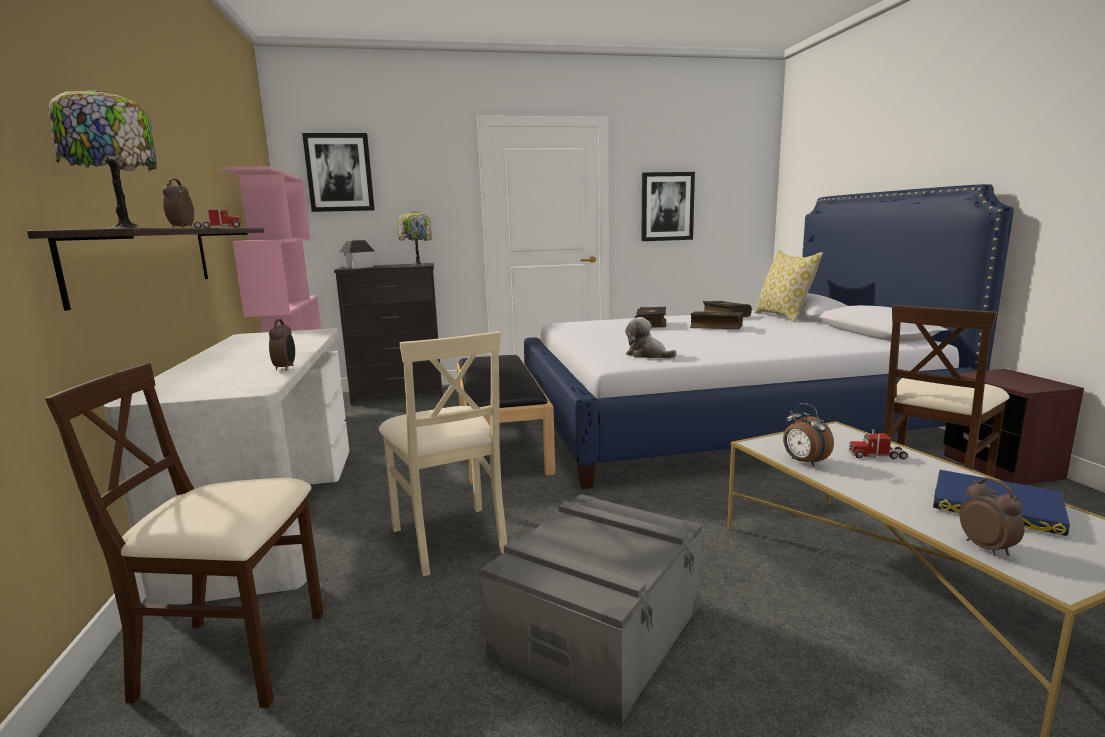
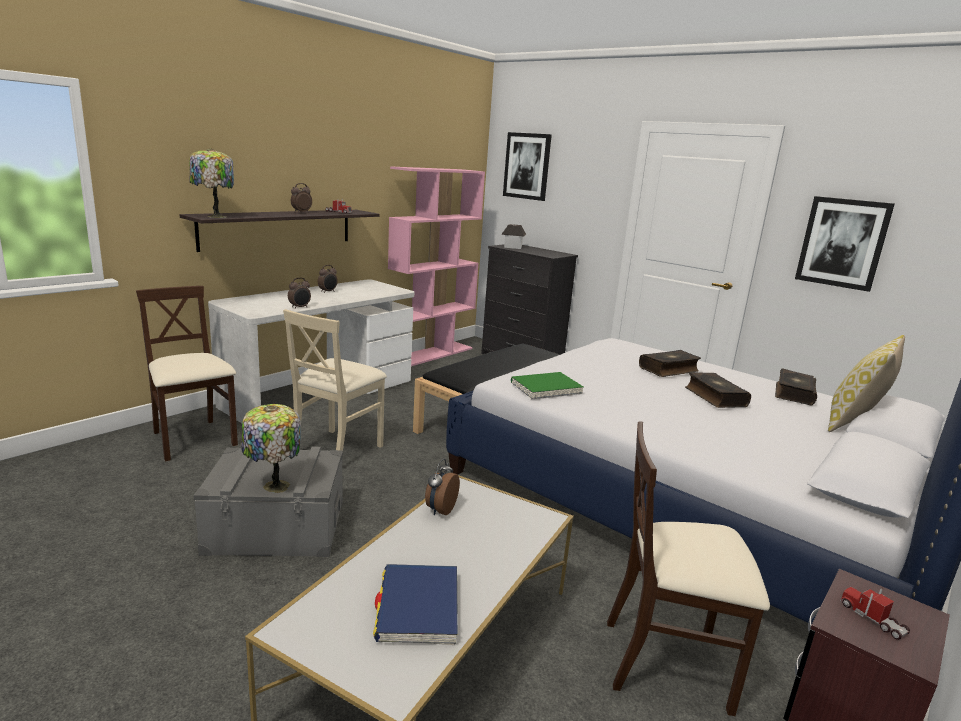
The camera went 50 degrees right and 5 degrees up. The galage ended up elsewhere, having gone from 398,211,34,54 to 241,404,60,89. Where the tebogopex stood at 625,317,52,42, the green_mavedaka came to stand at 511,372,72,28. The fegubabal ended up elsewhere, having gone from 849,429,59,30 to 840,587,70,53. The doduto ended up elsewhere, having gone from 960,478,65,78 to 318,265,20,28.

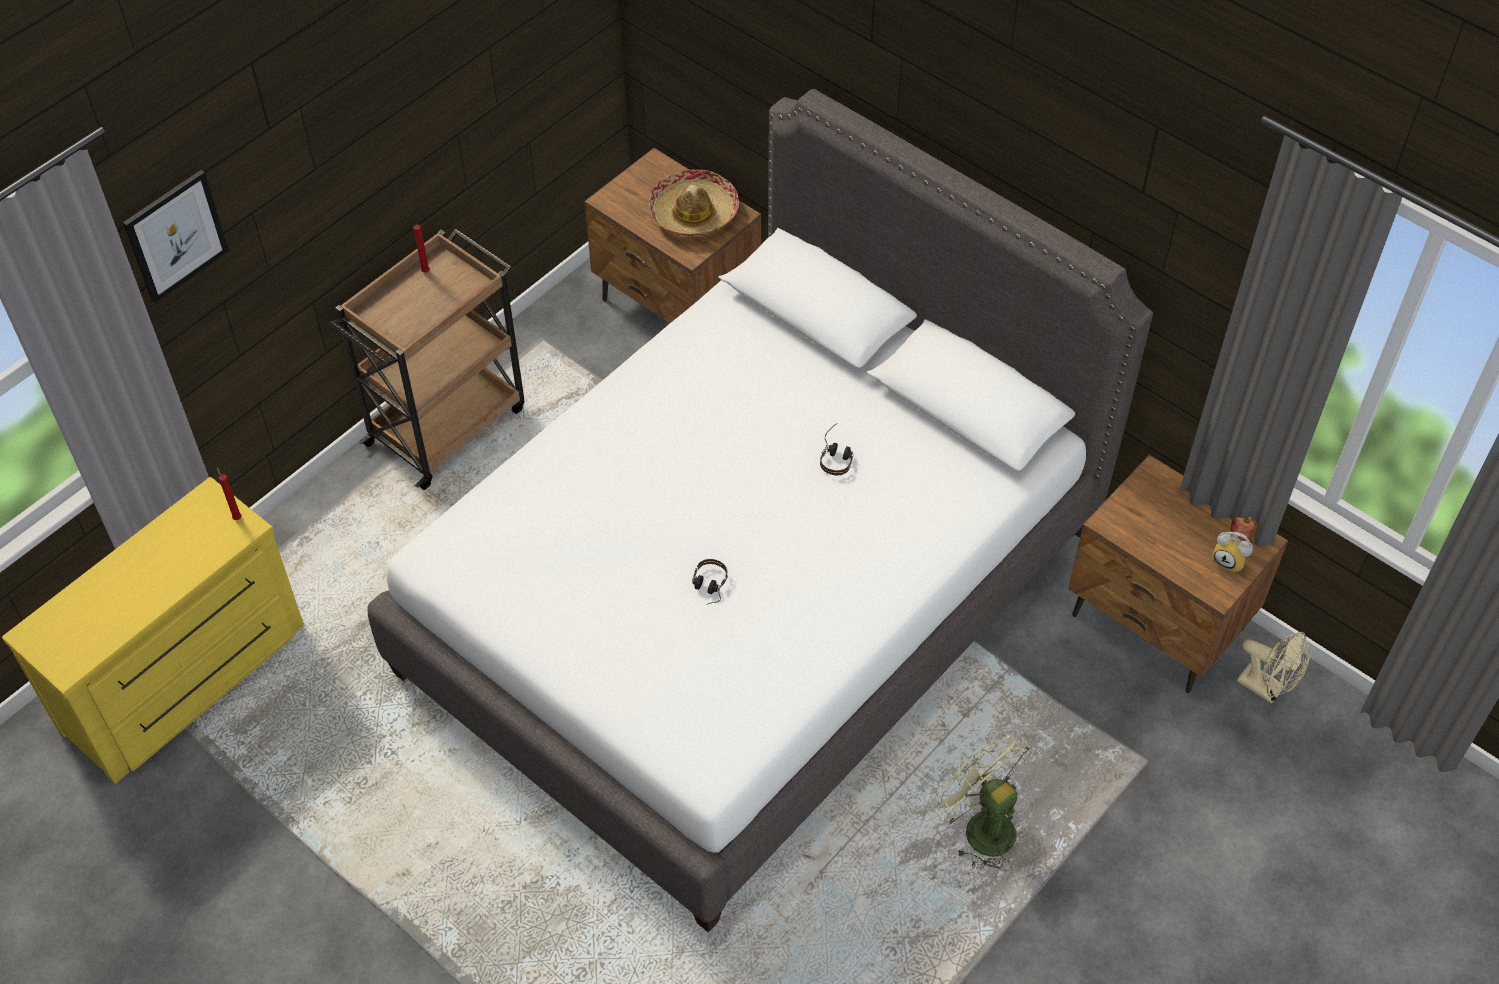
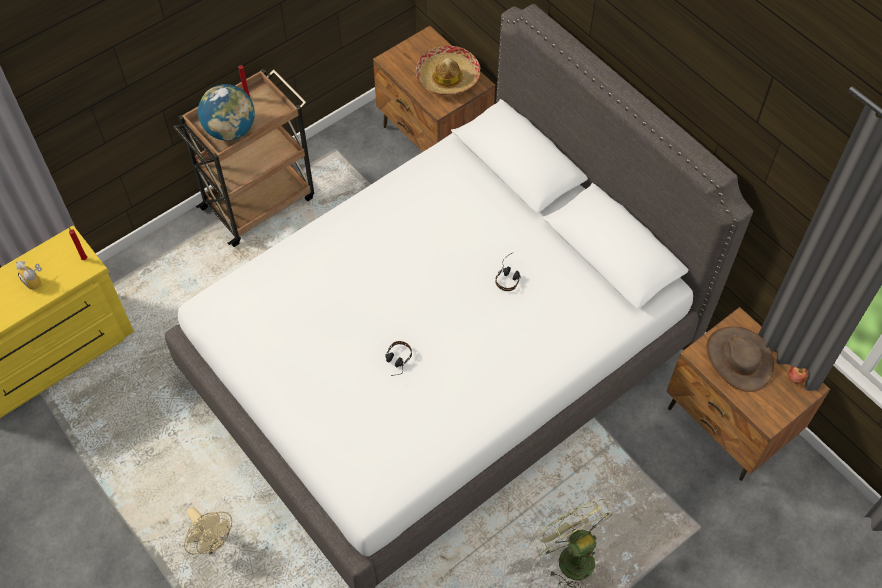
The camera went 10 degrees right and 5 degrees up. The second view lost the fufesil at 123,170,106,133. The doduto ended up elsewhere, having gone from 1212,532,41,40 to 16,261,26,29. The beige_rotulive ended up elsewhere, having gone from 1237,632,73,72 to 184,507,48,48. The second view gained the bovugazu at 198,84,57,57. The second view gained the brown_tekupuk at 707,326,67,66.

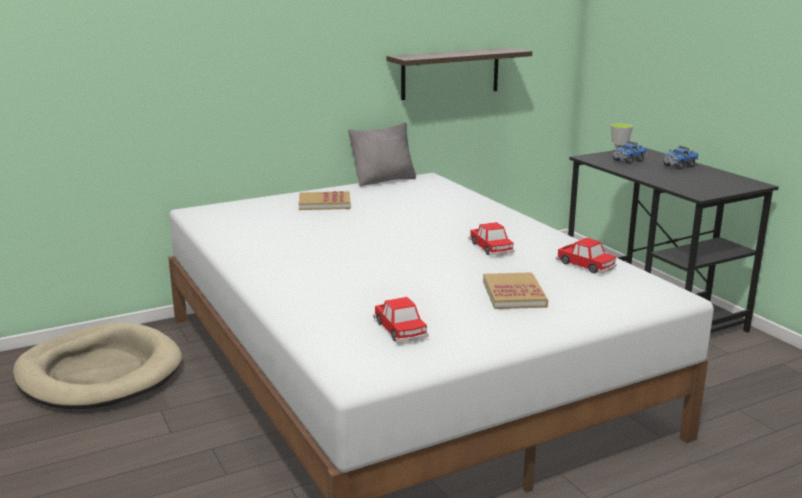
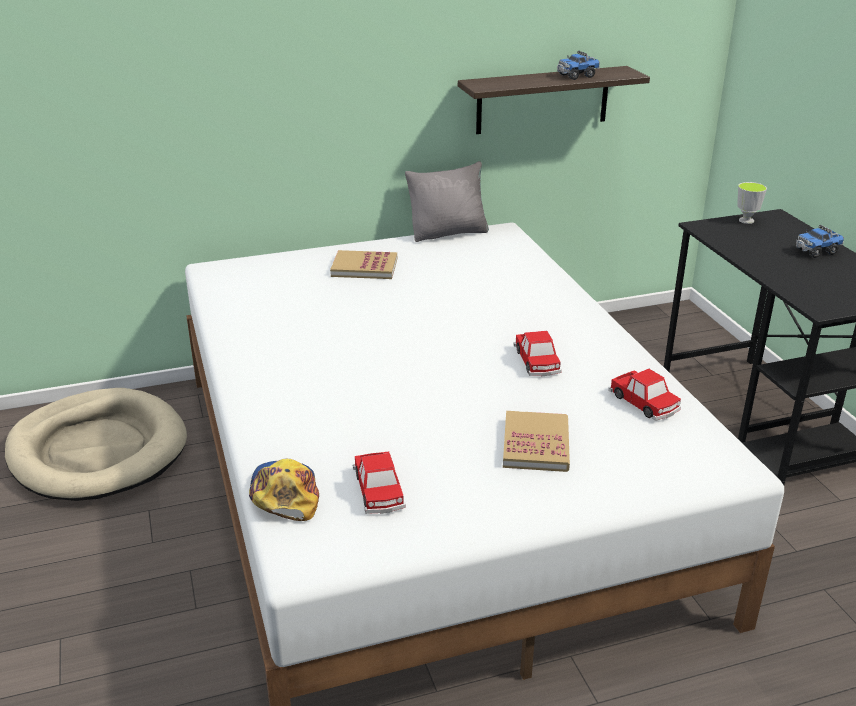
The camera went 10 degrees right and 10 degrees up. The fegubabal ended up elsewhere, having gone from 613,141,34,23 to 557,51,43,29. The second view gained the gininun at 249,458,70,63.

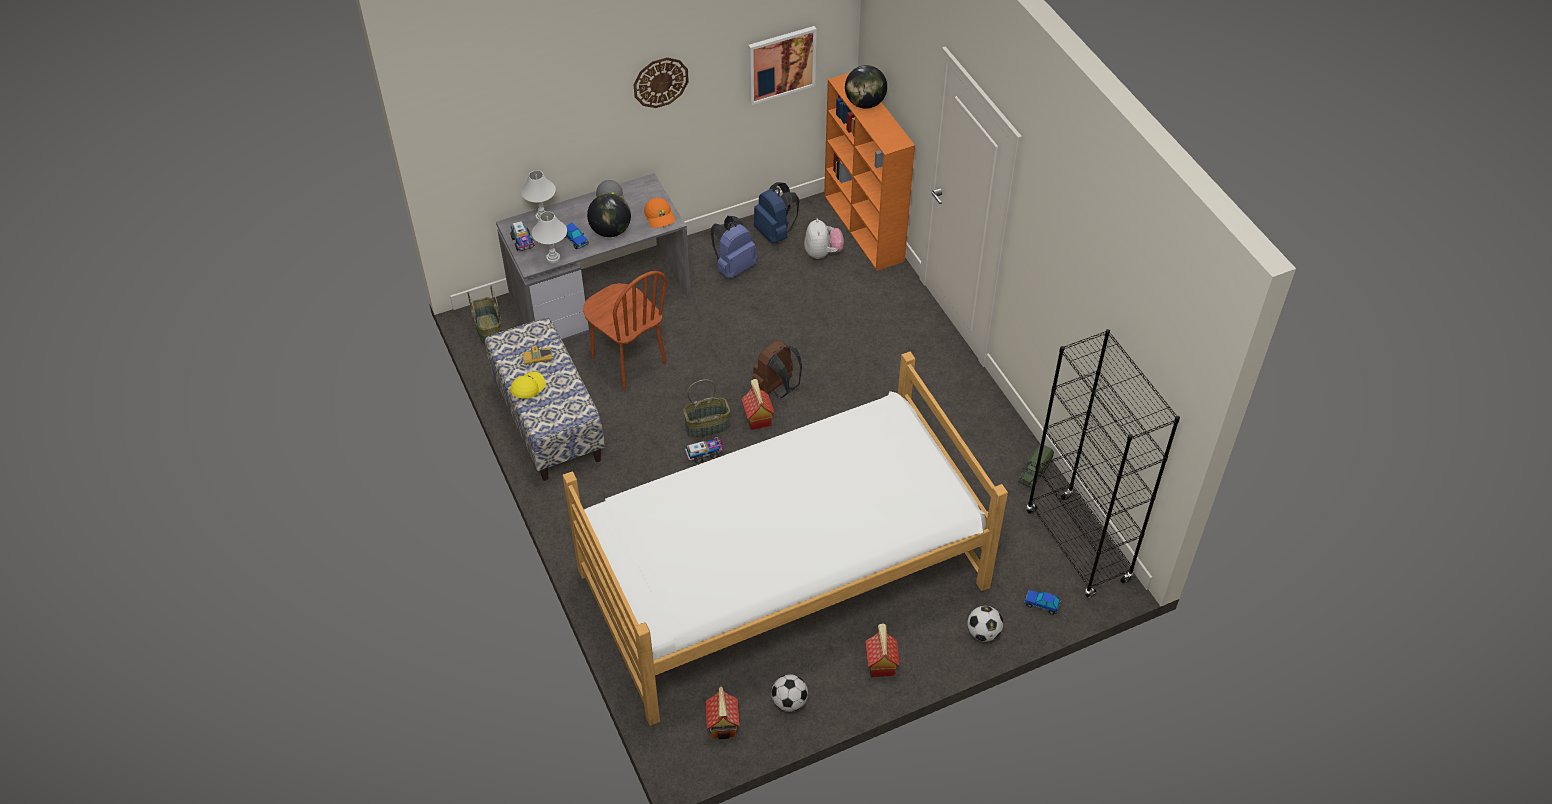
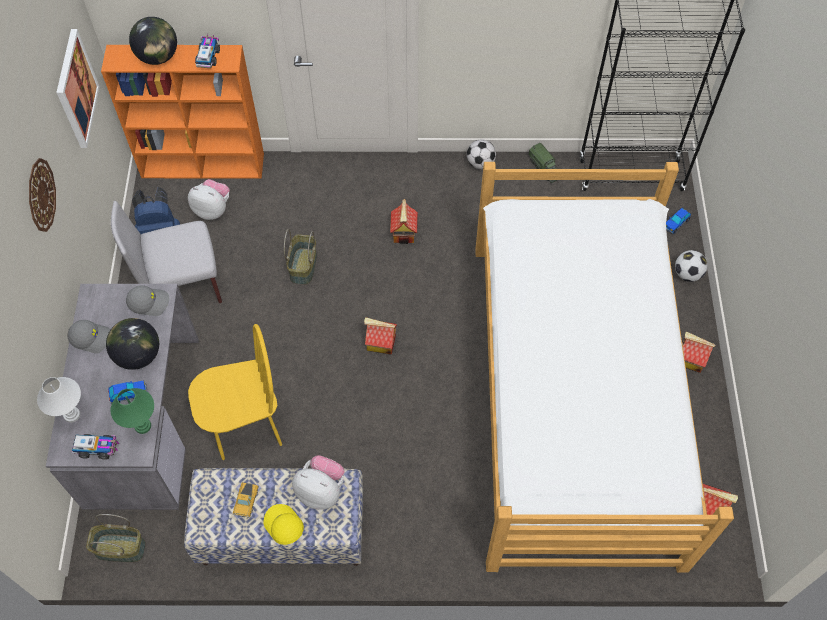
The camera went 65 degrees left and 10 degrees up. What was the orange_gininun at 644,198,32,30 turned into the grey_gininun at 126,285,43,31. What was the white_galage at 532,211,35,52 turned into the green_galage at 111,388,43,46. Where the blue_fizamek stood at 711,216,47,63, the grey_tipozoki came to stand at 111,201,111,102. What was the brown_tipozoki at 583,271,84,119 turned into the yellow_tipozoki at 188,324,94,136. The second view lost the brown_fizamek at 752,340,50,58. The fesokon ended up elsewhere, having gone from 683,379,47,59 to 284,229,33,56. The fegubabal ended up elsewhere, having gone from 685,437,39,27 to 195,34,25,34. The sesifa ended up elsewhere, having gone from 771,674,37,38 to 467,139,29,30. The second view gained the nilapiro at 390,199,28,45. The second view gained the tebogopex at 292,455,53,55.

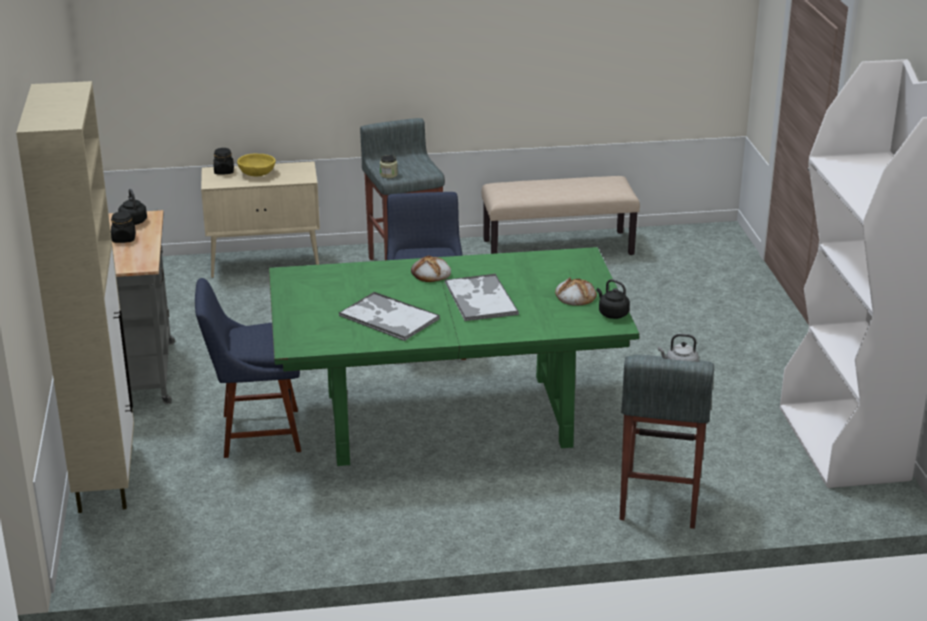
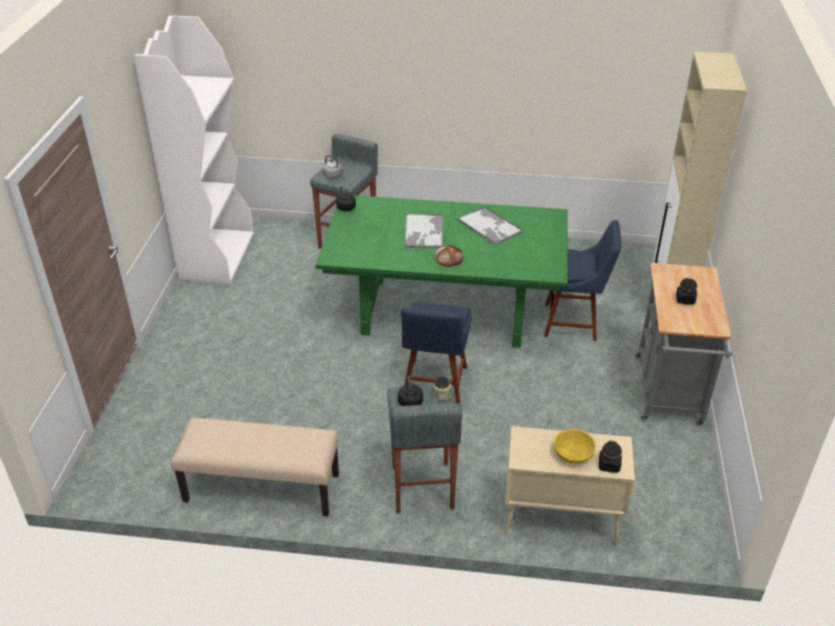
The camera went 165 degrees left and 10 degrees up. The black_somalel ended up elsewhere, having gone from 118,189,29,36 to 398,376,25,30. The second view lost the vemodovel at 555,277,42,29.

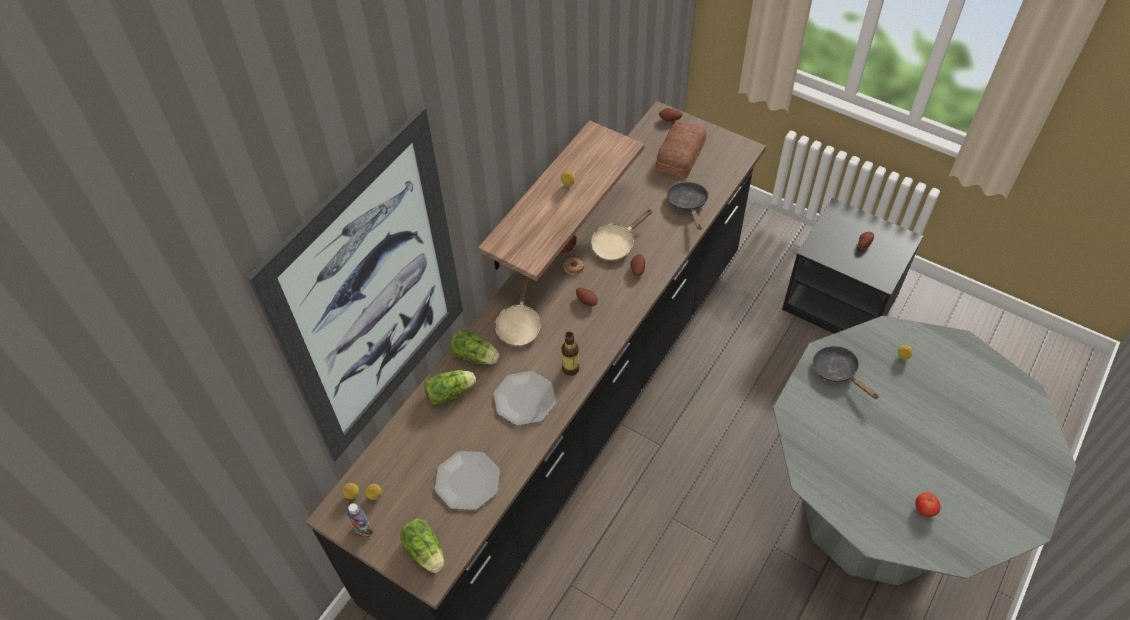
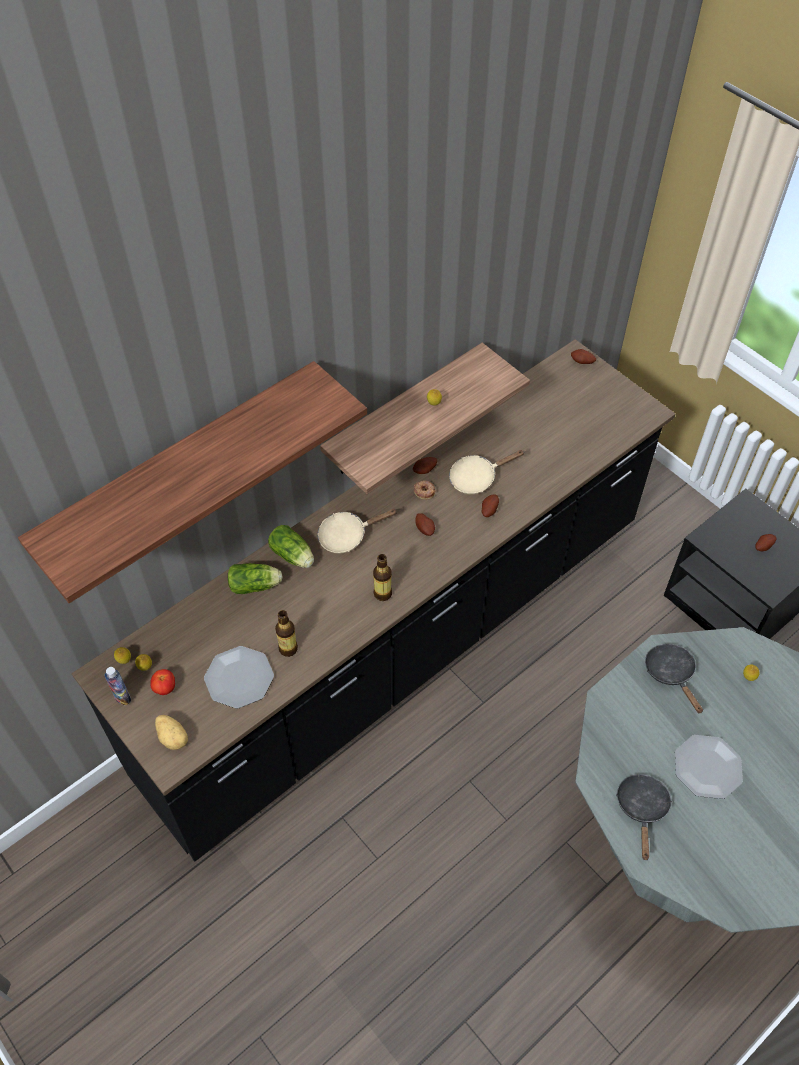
The camera went 15 degrees right and 0 degrees up. Where the fufesil hung at 247,106,216,355, the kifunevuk came to hang at 18,361,349,242. The second view lost the vemodovel at 655,121,52,57. The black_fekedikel ended up elsewhere, having gone from 666,182,42,48 to 616,774,56,87. The beige_fekedikel at 495,276,46,70 ended up facing another way, 45 degrees clockwise from before. The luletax ended up elsewhere, having gone from 494,371,62,55 to 675,735,68,64. The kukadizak ended up elsewhere, having gone from 915,492,25,25 to 150,669,25,26. Where the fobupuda stood at 400,519,44,54, the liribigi came to stand at 155,715,33,35. The second view gained the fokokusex at 275,610,23,47.

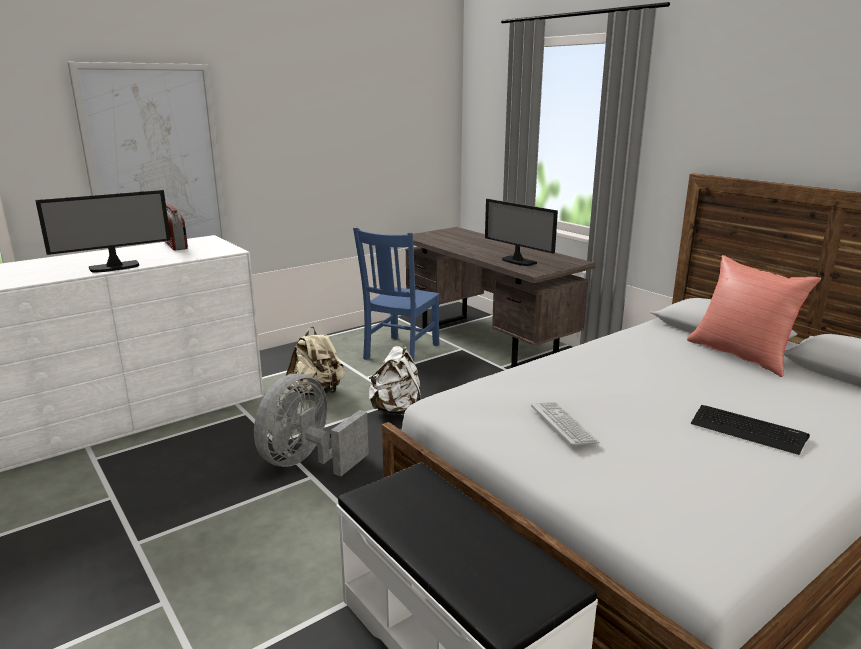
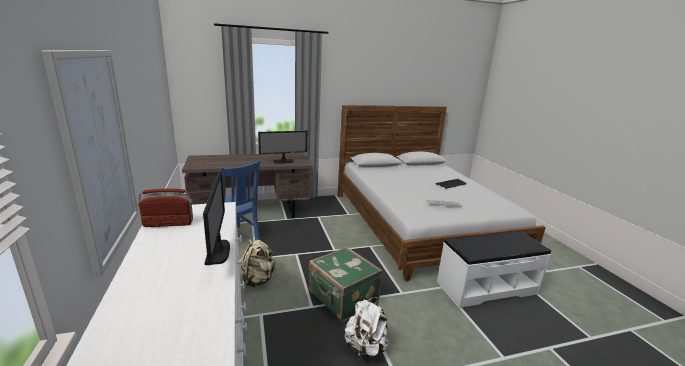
The camera went 70 degrees left and 0 degrees up. The second view lost the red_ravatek at 687,255,134,122. The white_fizamek ended up elsewhere, having gone from 369,346,52,70 to 344,297,44,64. Where the grey_rotulive stood at 254,374,115,102, the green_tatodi came to stand at 309,247,73,74.

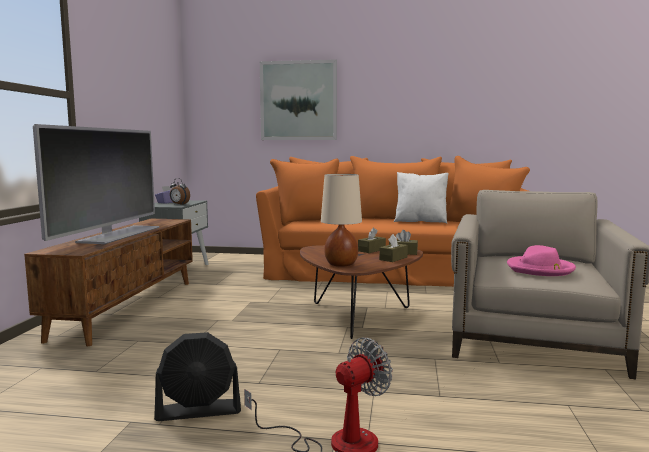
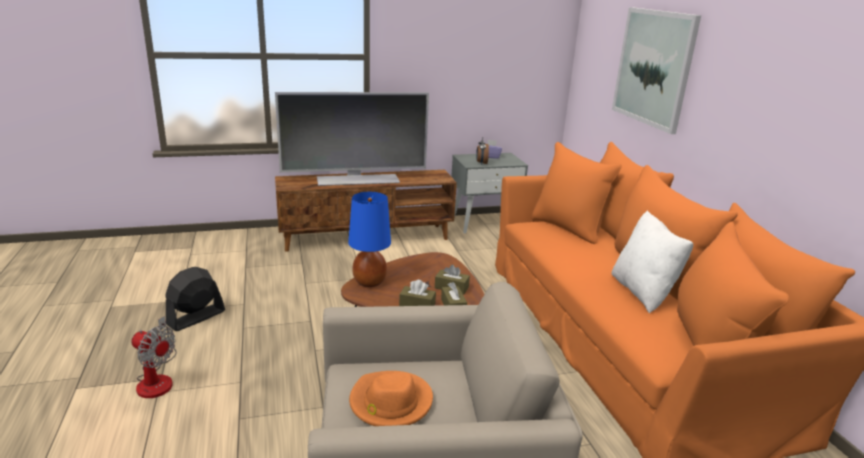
The camera went 65 degrees right and 15 degrees up. What was the beige_galage at 321,174,41,93 turned into the blue_galage at 348,192,43,95. What was the pink_tekupuk at 507,245,69,31 turned into the orange_tekupuk at 349,371,84,55. The black_rotulive at 154,332,87,89 ended up facing another way, 75 degrees clockwise from before.

